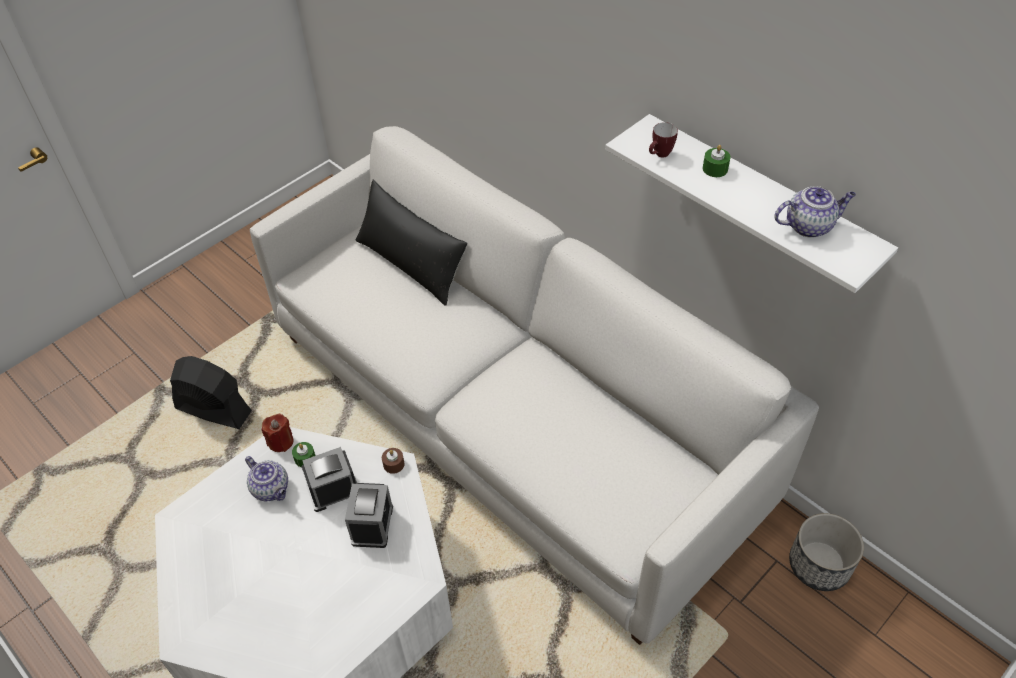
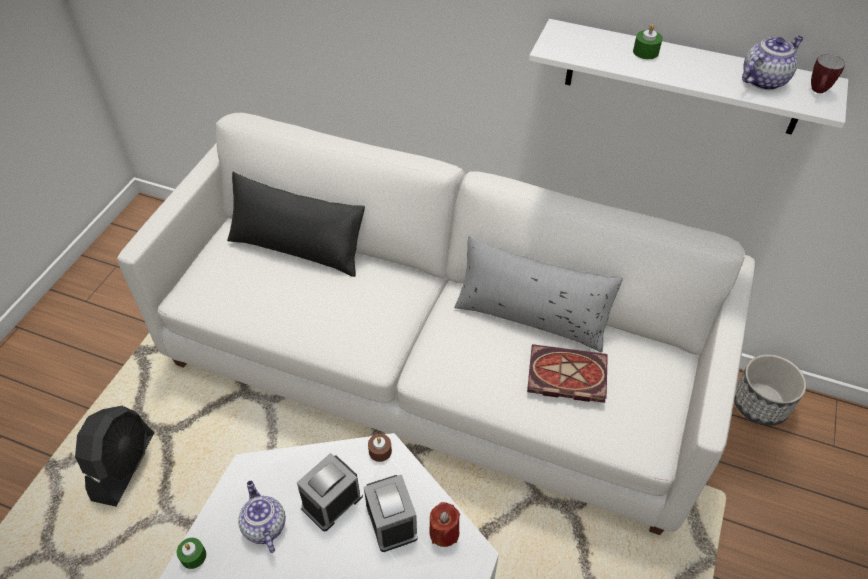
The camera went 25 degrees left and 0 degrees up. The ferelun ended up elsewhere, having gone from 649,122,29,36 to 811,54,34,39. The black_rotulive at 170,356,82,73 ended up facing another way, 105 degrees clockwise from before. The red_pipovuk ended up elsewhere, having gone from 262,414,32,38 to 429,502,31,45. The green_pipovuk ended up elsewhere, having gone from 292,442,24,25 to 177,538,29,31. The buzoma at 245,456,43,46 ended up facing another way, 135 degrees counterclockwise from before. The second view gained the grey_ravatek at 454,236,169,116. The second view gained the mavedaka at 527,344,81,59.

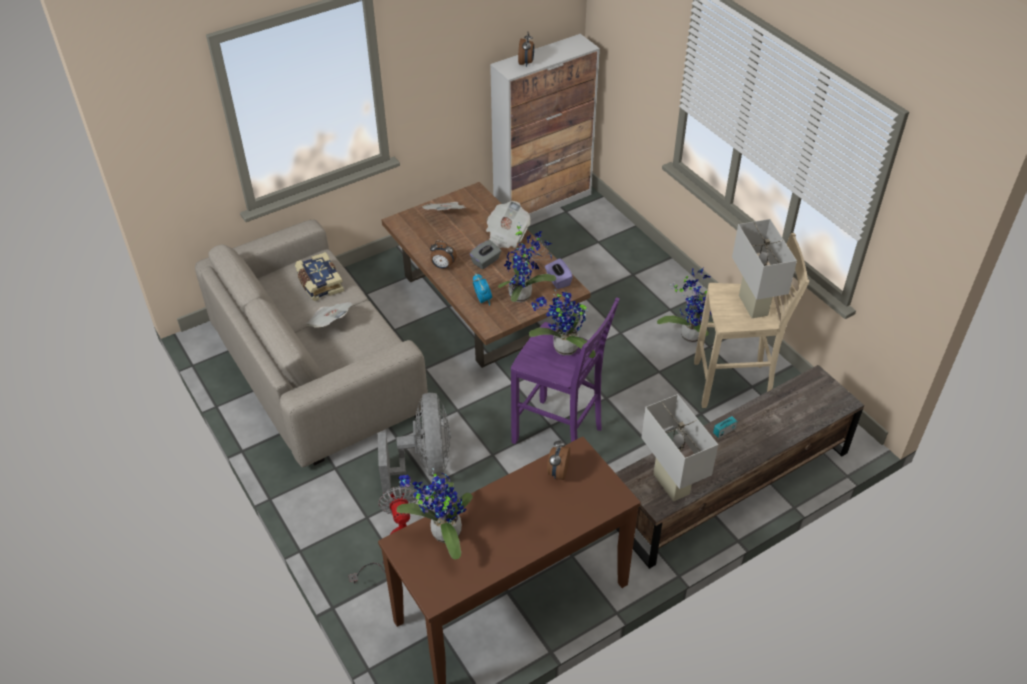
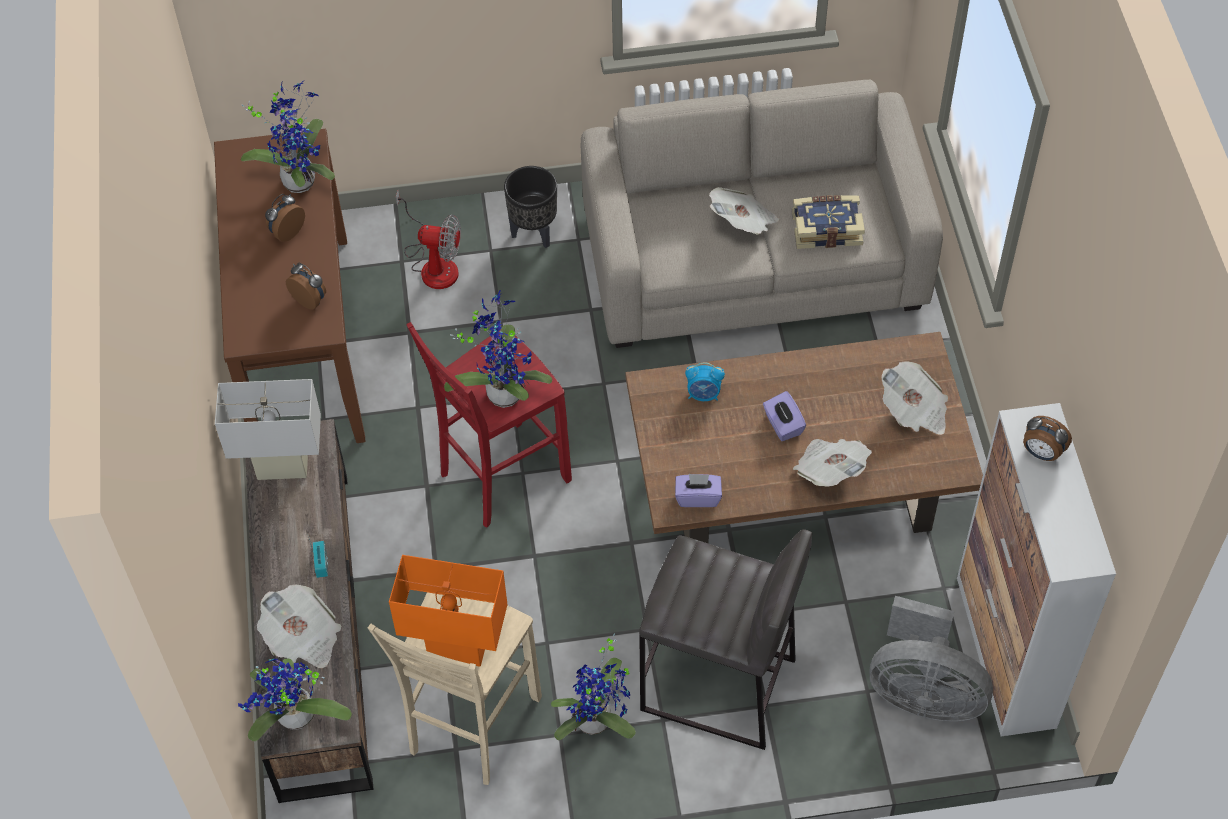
The camera went 115 degrees right and 10 degrees up. What was the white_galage at 732,219,65,99 turned into the orange_galage at 389,555,119,112. The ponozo ended up elsewhere, having gone from 498,222,58,80 to 238,659,114,82. What was the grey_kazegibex at 470,240,31,29 turned into the purple_kazegibex at 763,391,43,50. The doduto ended up elsewhere, having gone from 430,241,27,28 to 265,194,40,48. What was the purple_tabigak at 511,297,109,147 turned into the red_tabigak at 406,322,166,206. The grey_rotulive ended up elsewhere, having gone from 378,393,73,100 to 870,596,123,125. The second view gained the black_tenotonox at 504,166,53,82. The second view gained the grey_tabigak at 639,529,173,221. The second view gained the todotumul at 257,585,84,83.

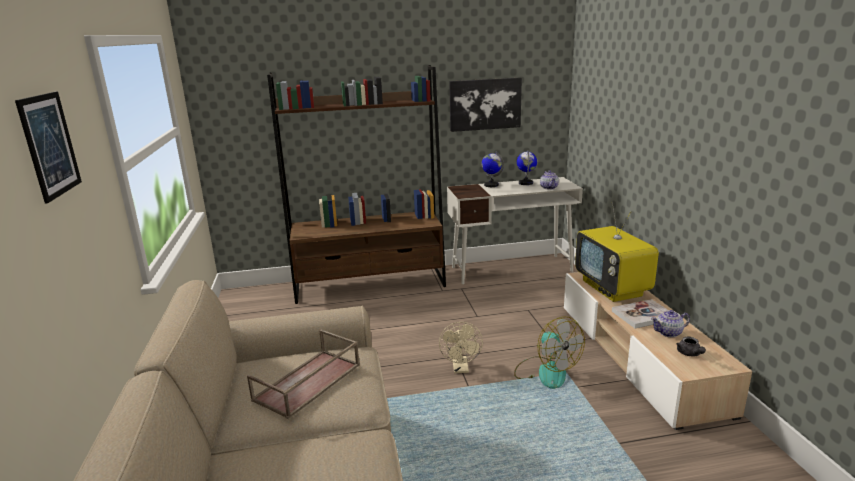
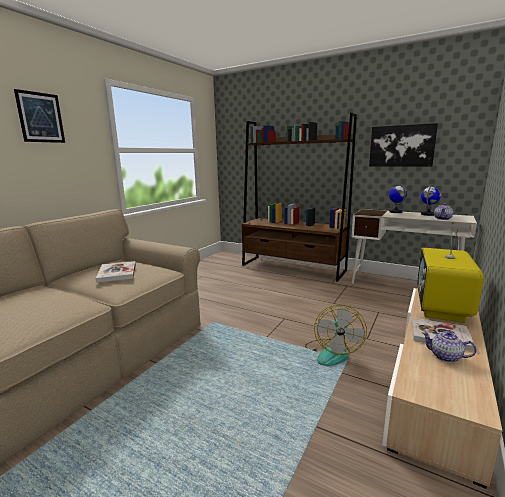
The camera went 40 degrees right and 5 degrees down. The second view lost the beige_rotulive at 439,322,44,51. Where the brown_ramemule stood at 247,330,113,89, the mavedaka came to stand at 96,261,40,22. The second view lost the grey_buzoma at 676,337,30,19.

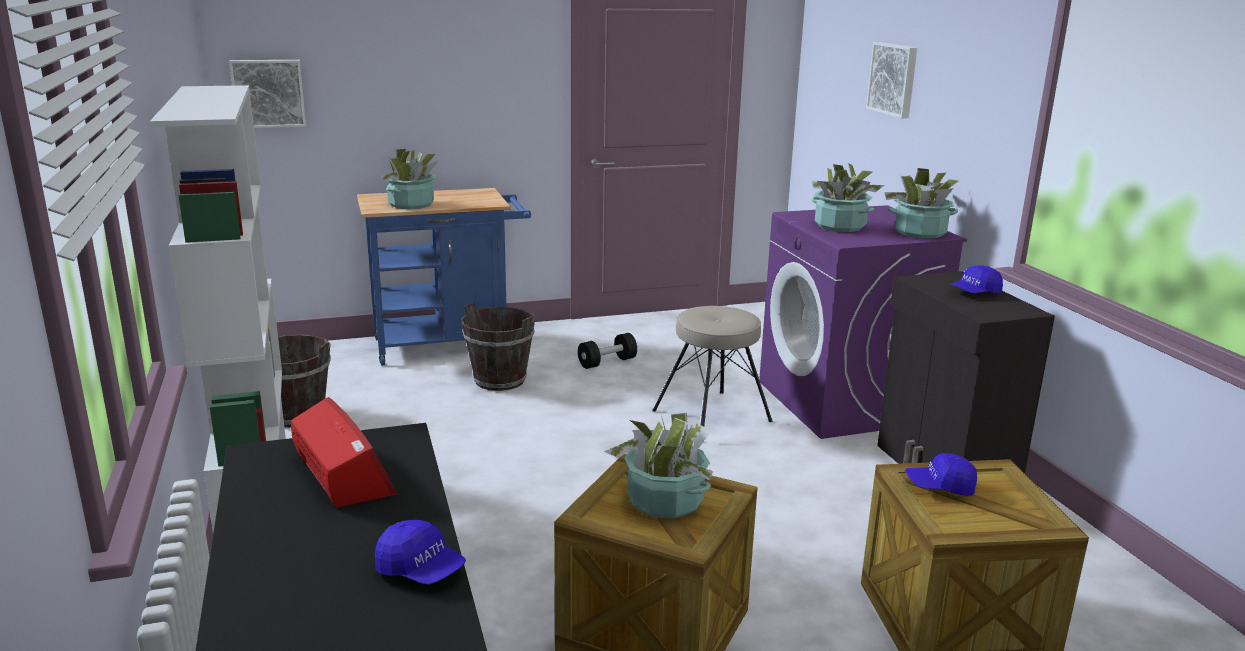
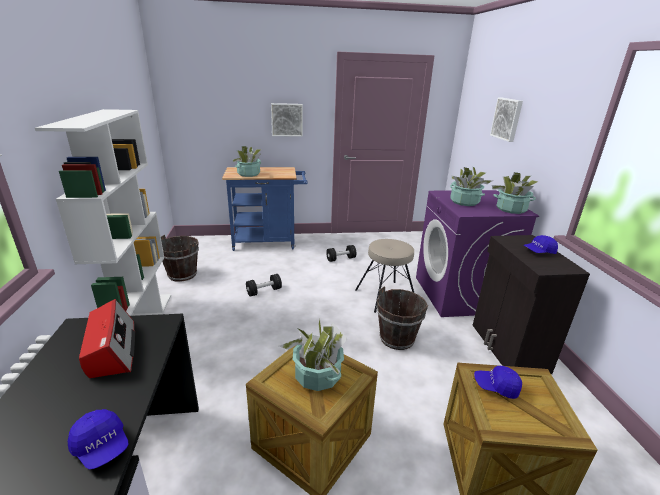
The camera went 10 degrees right and 5 degrees up. The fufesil ended up elsewhere, having gone from 229,60,77,68 to 271,103,32,34. The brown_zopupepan ended up elsewhere, having gone from 461,302,74,89 to 376,287,52,63. The second view gained the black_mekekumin at 246,274,36,23.

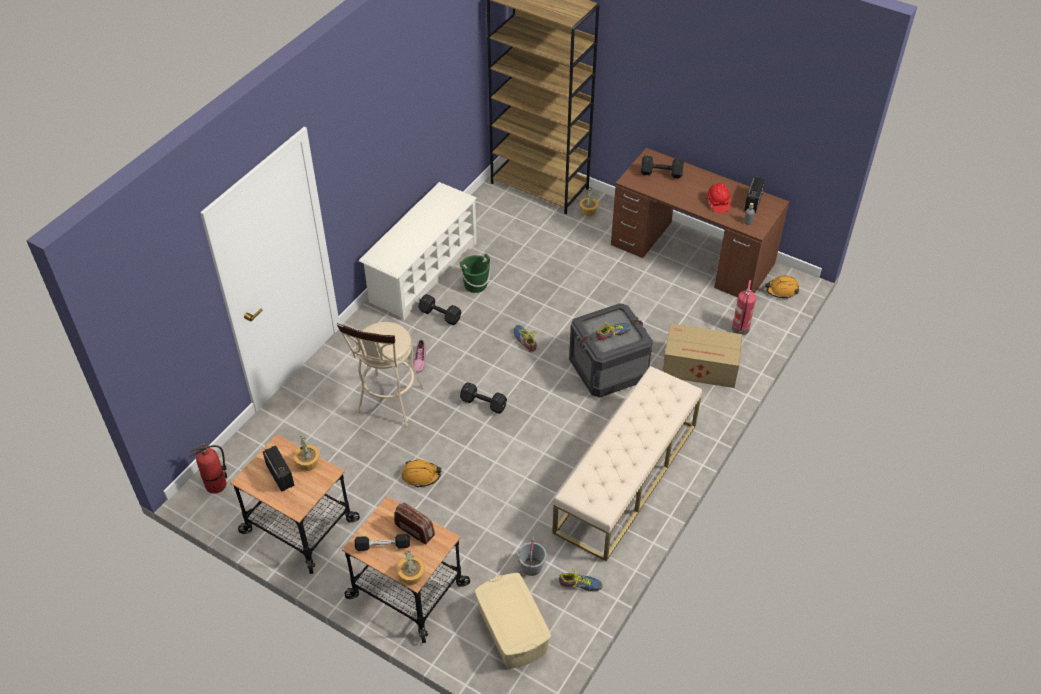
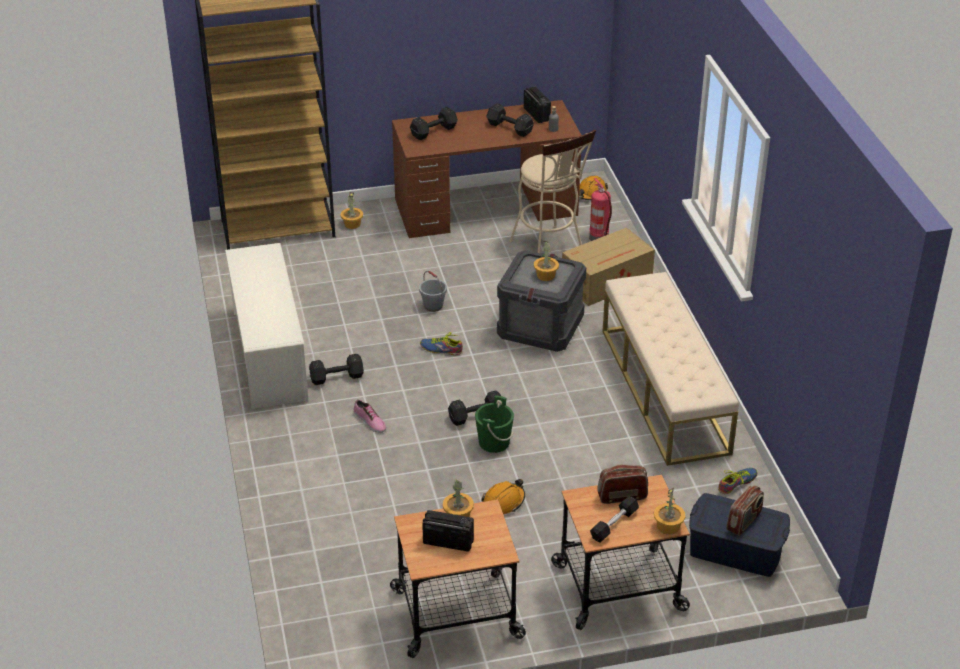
The camera went 45 degrees left and 10 degrees down. Where the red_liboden stood at 707,183,24,30, the black_mekekumin came to stand at 487,103,47,34. The green_zopupepan ended up elsewhere, having gone from 460,253,31,40 to 475,395,39,58. The beige_tabigak ended up elsewhere, having gone from 337,322,88,105 to 509,130,87,123. Where the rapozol stood at 595,322,37,19, the ponozo came to stand at 534,241,25,40. The second view lost the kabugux at 189,443,38,51. The grey_zopupepan ended up elsewhere, having gone from 518,537,29,39 to 419,271,28,41. What was the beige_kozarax at 475,573,76,96 turned into the blue_kozarax at 689,493,101,84. The second view gained the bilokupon at 726,485,38,51.

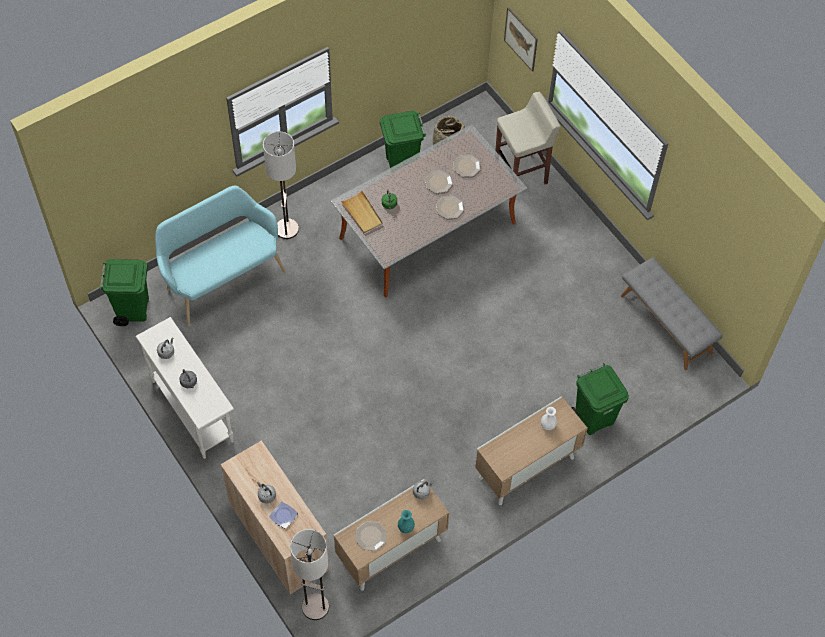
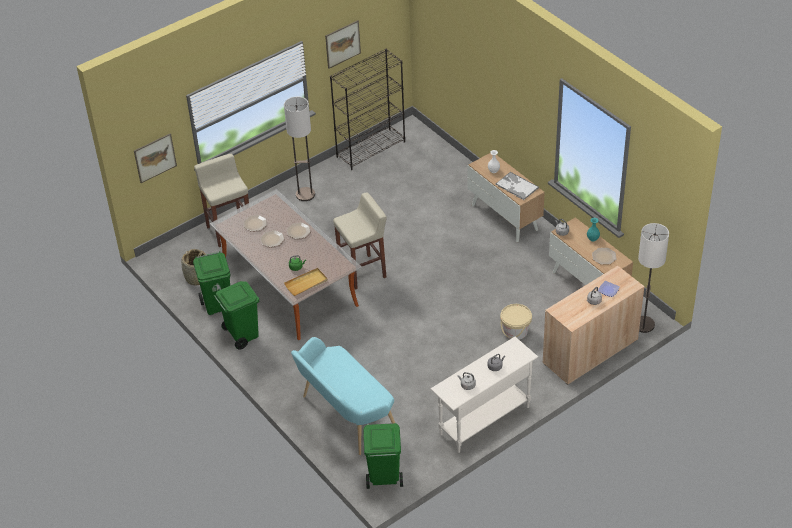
The camera went 90 degrees left and 15 degrees down. The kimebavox ended up elsewhere, having gone from 263,131,36,108 to 284,97,31,104. Where the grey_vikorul stood at 621,257,102,113, the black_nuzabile came to stand at 330,49,75,121. The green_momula ended up elsewhere, having gone from 571,364,58,71 to 214,281,45,69. The second view gained the fufesil at 325,20,36,49. The second view gained the ramemule at 495,172,44,28. The second view gained the beige_tabigak at 333,193,54,97. The second view gained the beige_zopupepan at 500,304,32,36.

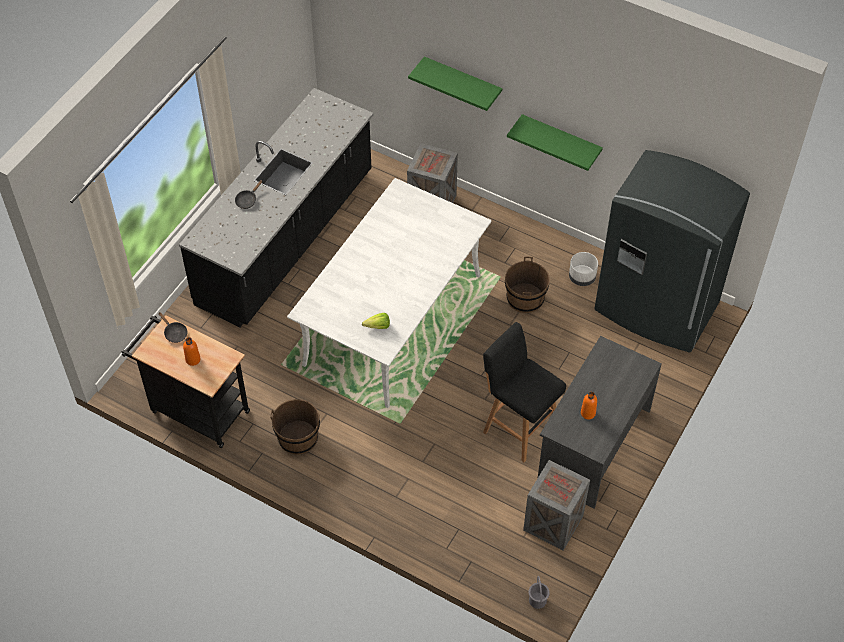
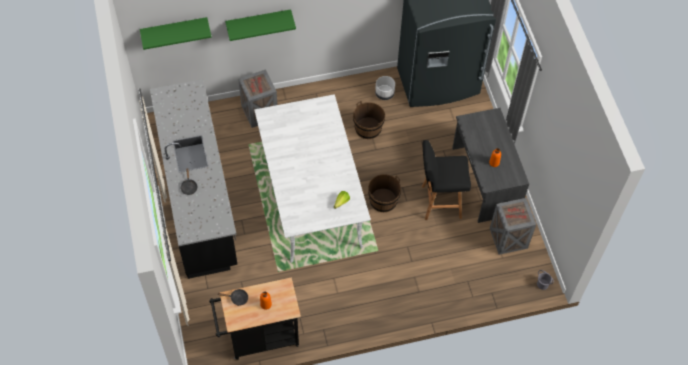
The camera went 45 degrees left and 5 degrees up. The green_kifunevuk ended up elsewhere, having gone from 507,114,96,57 to 140,17,72,33. The brown_zopupepan ended up elsewhere, having gone from 270,399,50,56 to 368,174,33,38.

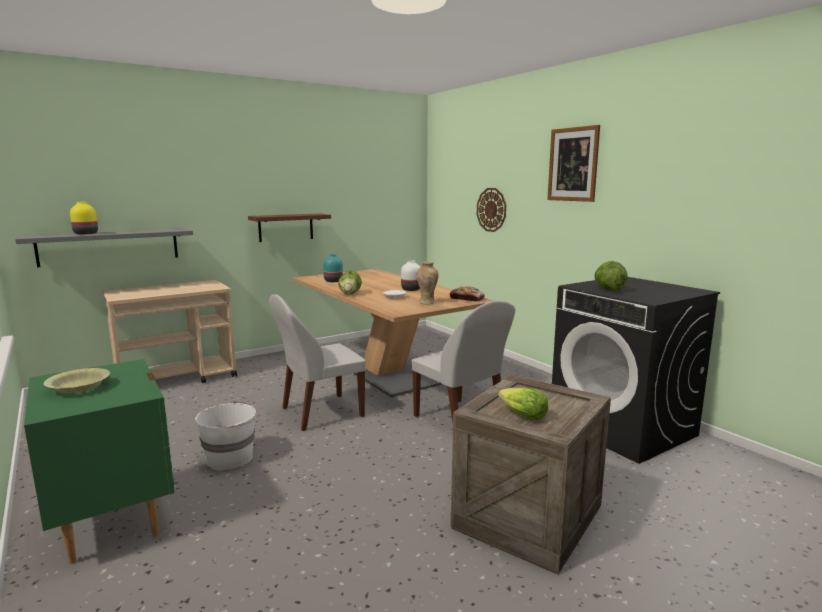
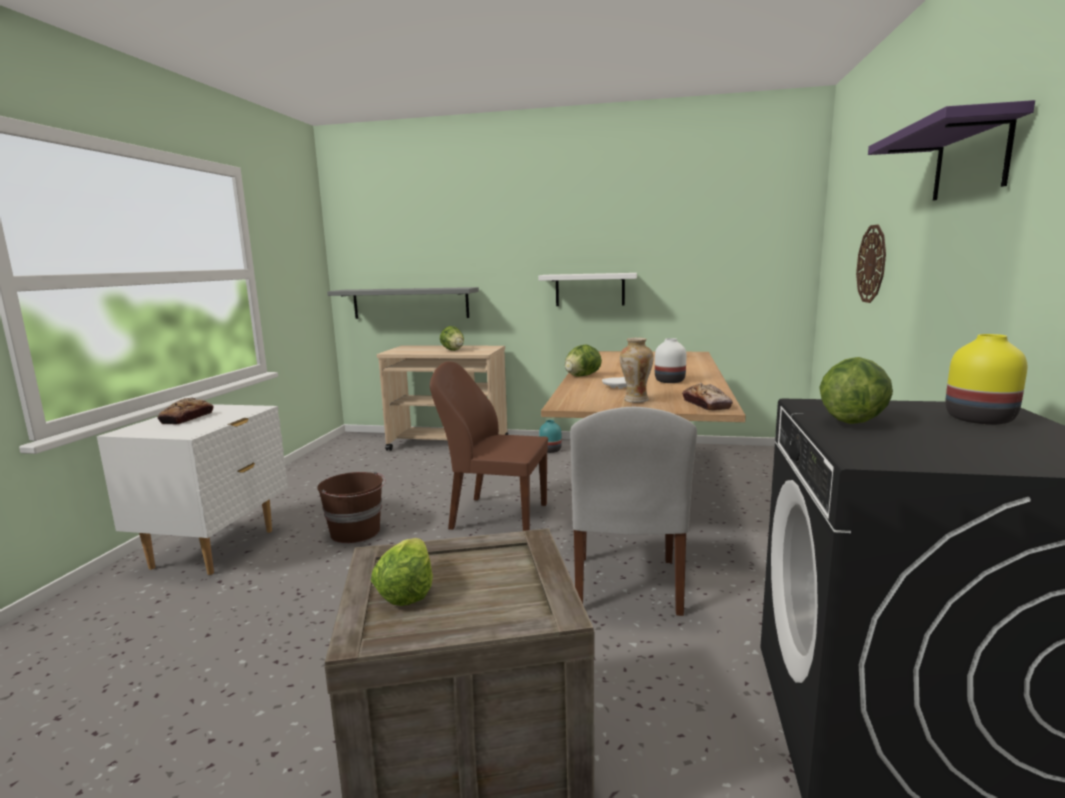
The camera went 45 degrees right and 0 degrees up. Where the fufesil hung at 547,125,53,77, the purple_kifunevuk came to hang at 868,100,167,100. The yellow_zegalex ended up elsewhere, having gone from 70,202,28,33 to 945,334,82,91. What was the brown_kifunevuk at 248,213,83,29 turned into the white_kifunevuk at 538,273,99,33. The turquoise_zegalex ended up elsewhere, having gone from 323,254,20,28 to 539,420,22,33. What was the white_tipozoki at 269,294,97,137 turned into the brown_tipozoki at 430,362,118,169. What was the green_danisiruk at 24,359,151,205 turned into the white_danisiruk at 97,404,191,171. Where the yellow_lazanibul stood at 44,368,66,25, the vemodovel came to stand at 157,398,56,26. What was the white_zopupepan at 195,401,64,70 turned into the brown_zopupepan at 317,472,68,71. The second view gained the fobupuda at 440,326,24,25.

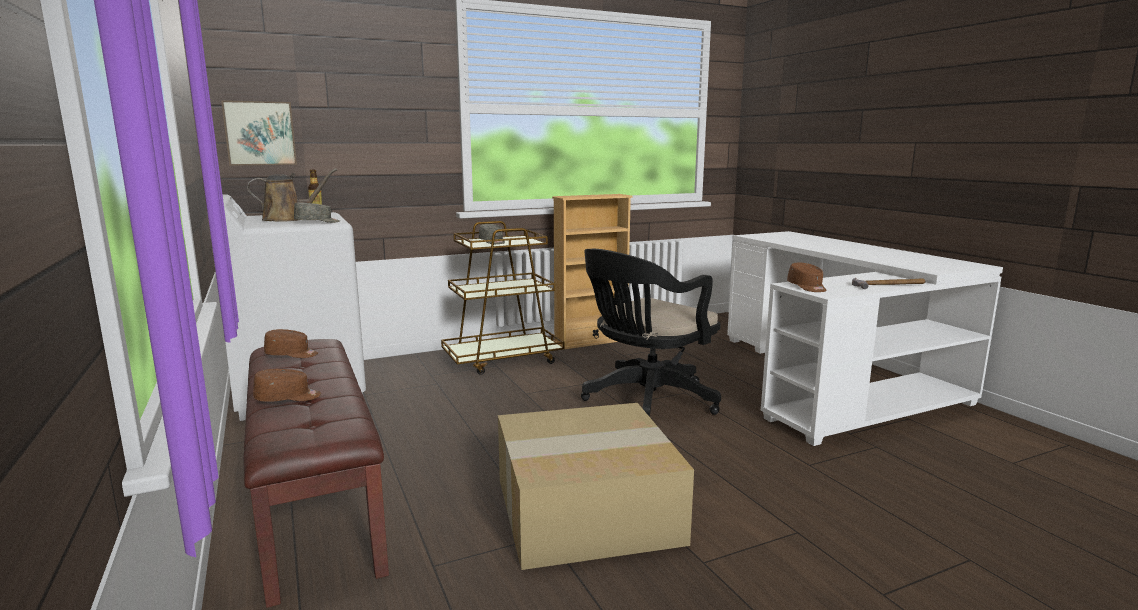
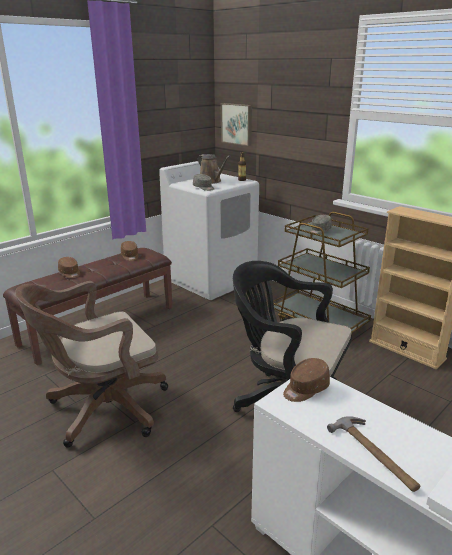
The camera went 70 degrees right and 10 degrees up. Where the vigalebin stood at 498,403,196,167, the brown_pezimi came to stand at 15,281,153,167.

